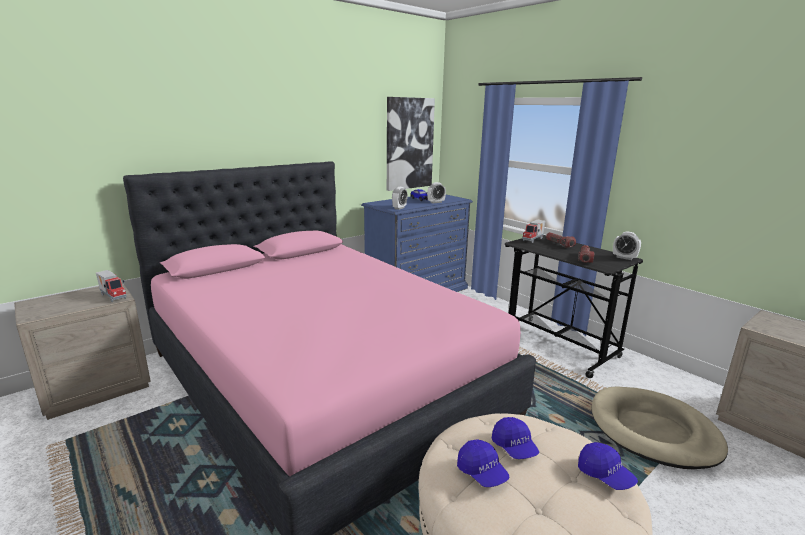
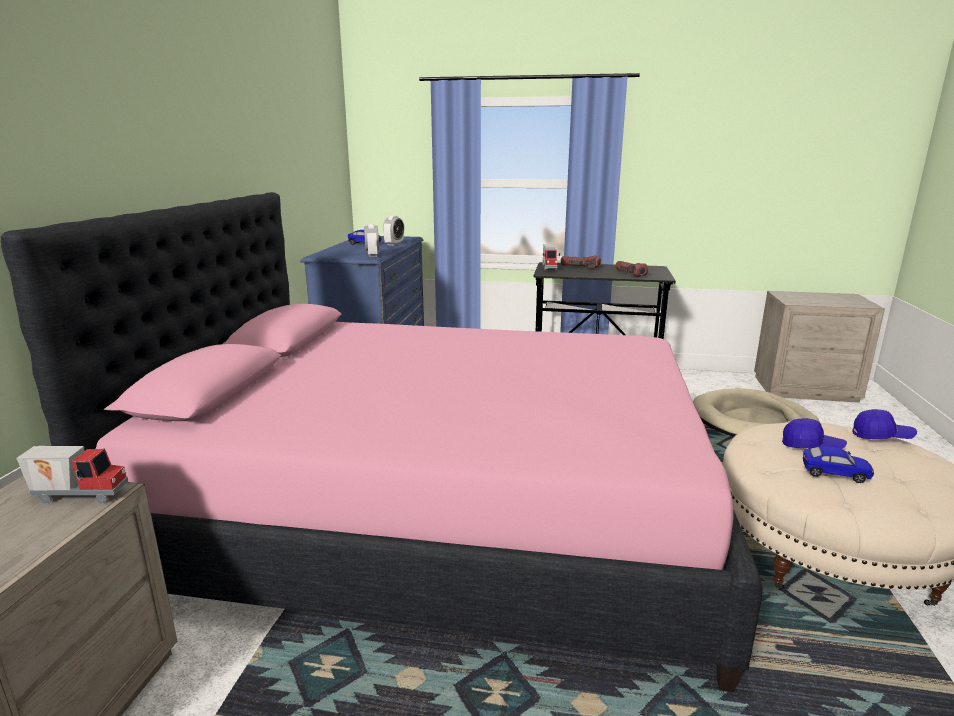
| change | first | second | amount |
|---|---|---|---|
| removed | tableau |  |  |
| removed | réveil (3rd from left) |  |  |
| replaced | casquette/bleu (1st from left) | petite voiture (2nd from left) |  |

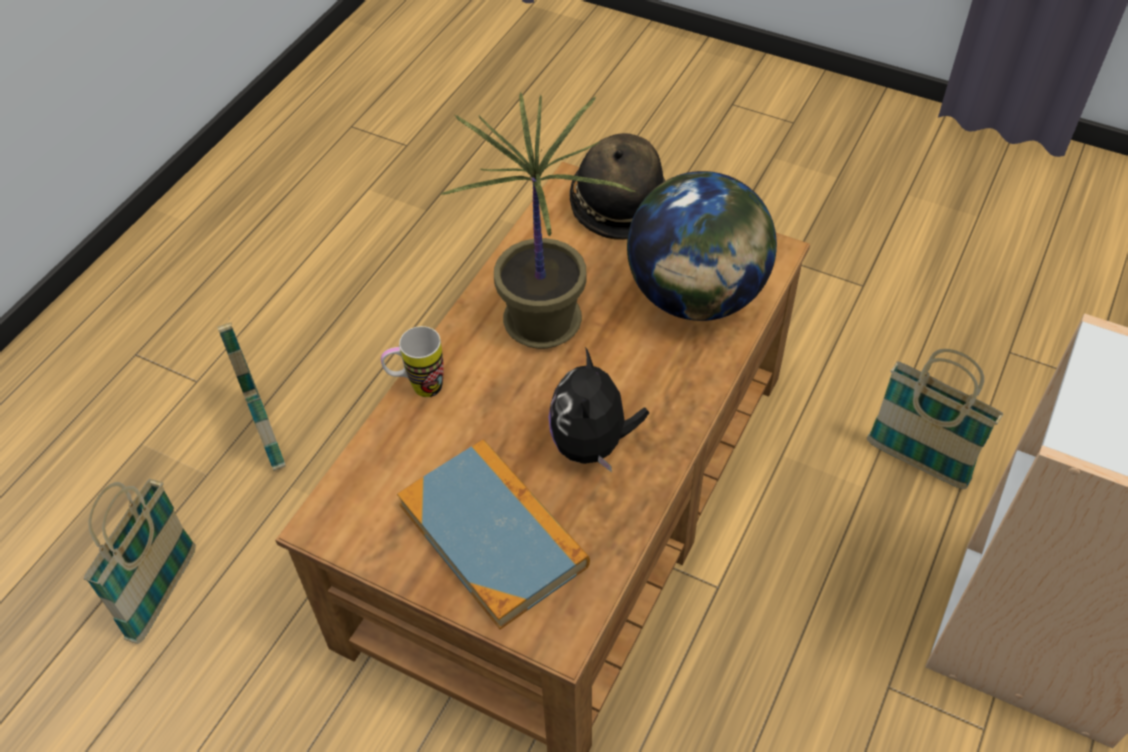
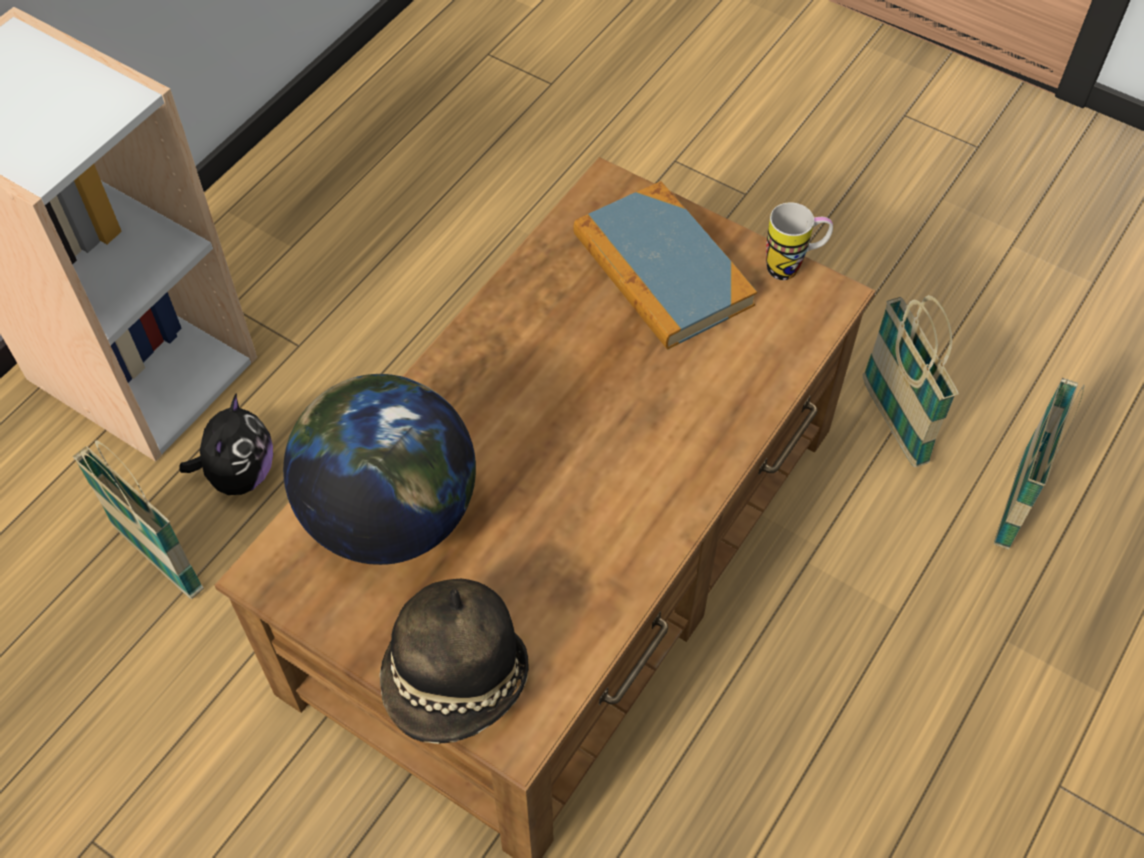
| change | first | second | amount |
|---|---|---|---|
| removed | plante en pot |  |  |
| moved | panier (2nd from left) |  |  |
| moved | mug |  |  |
| moved | peluche |  |  |

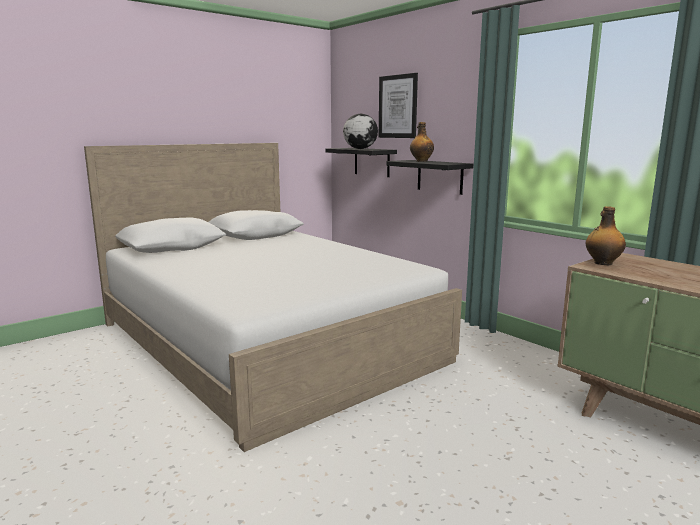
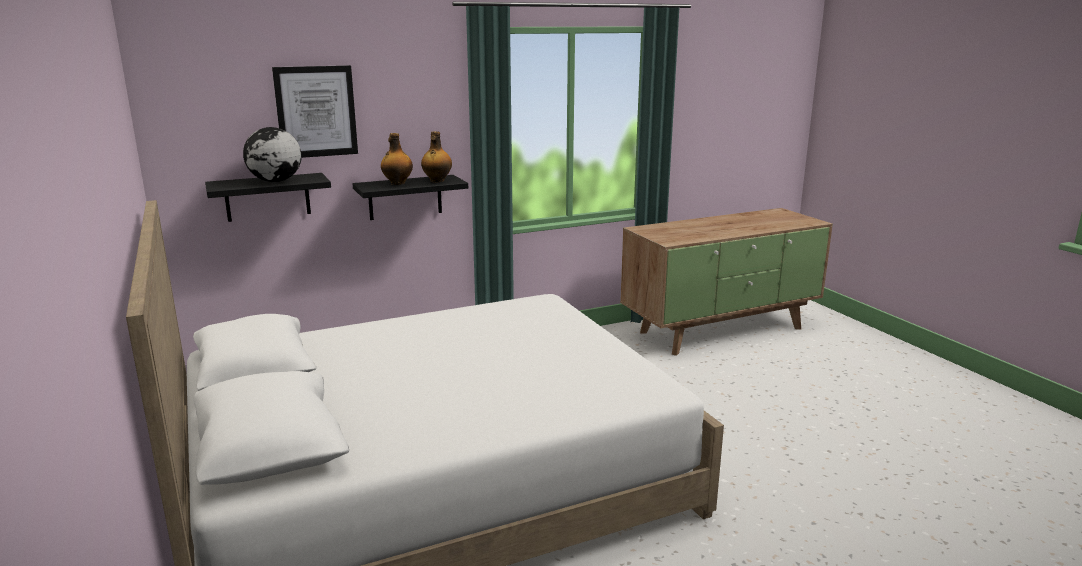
| change | first | second | amount |
|---|---|---|---|
| moved | bouteille (2nd from left) |  |  |

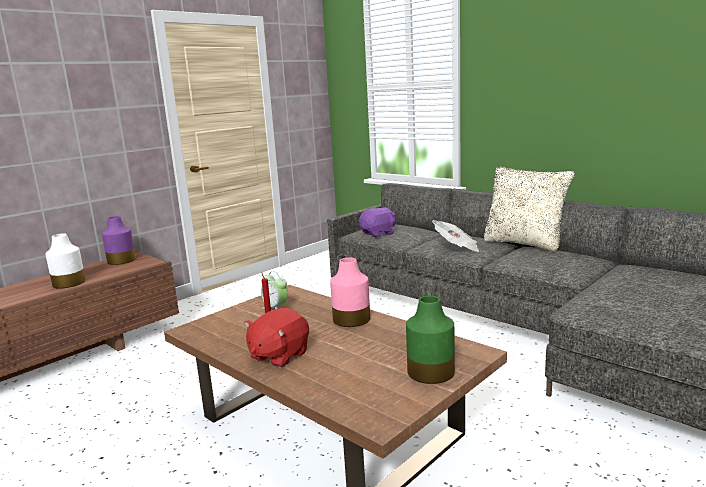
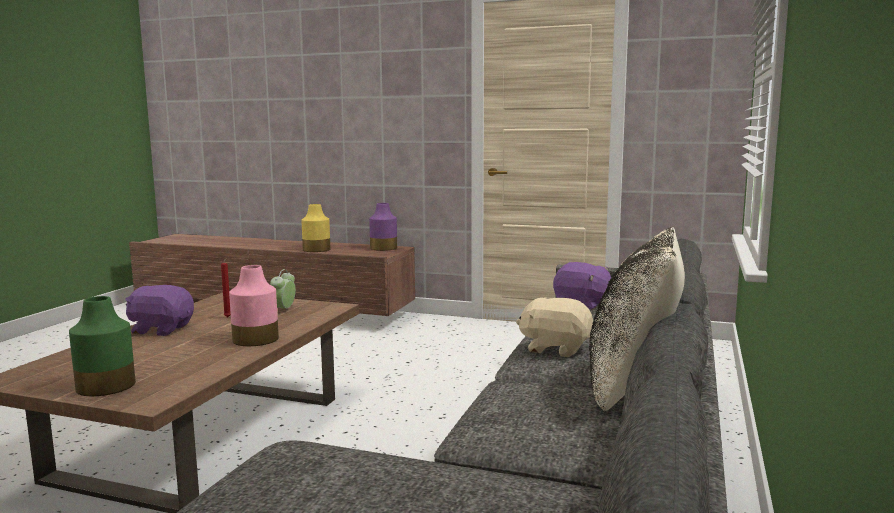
| change | first | second | amount |
|---|---|---|---|
| replaced | journal | peluche/beige |  |
| recoloured | vase/blanc | vase/jaune |  |
| recoloured | peluche/rouge | peluche/violet (1st from left) |  |

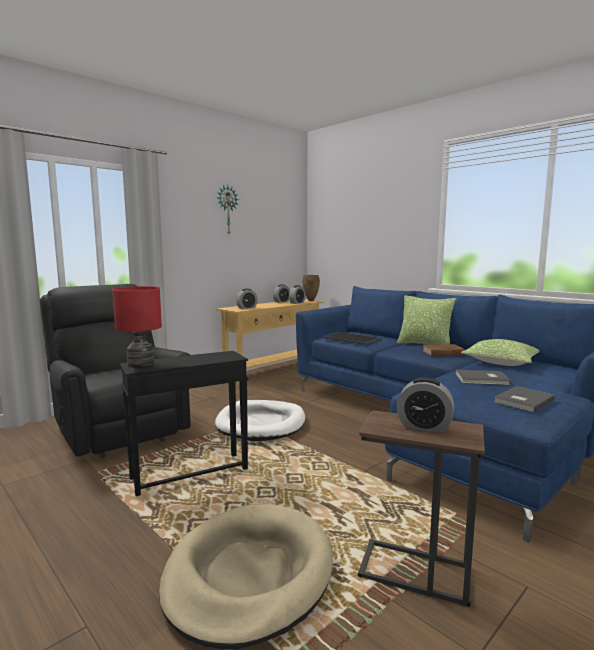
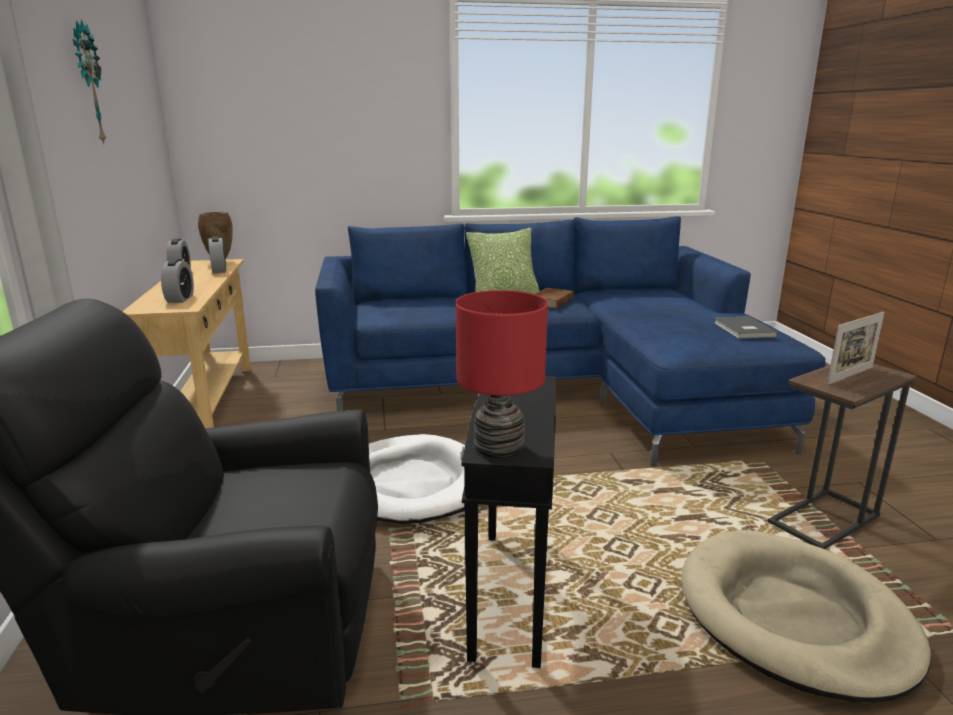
| change | first | second | amount |
|---|---|---|---|
| removed | plateau |  |  |
| removed | livre/gris (1st from left) |  |  |
| removed | coussin (2nd from left) |  |  |
| replaced | réveil (4th from left) | cadre photo |  |

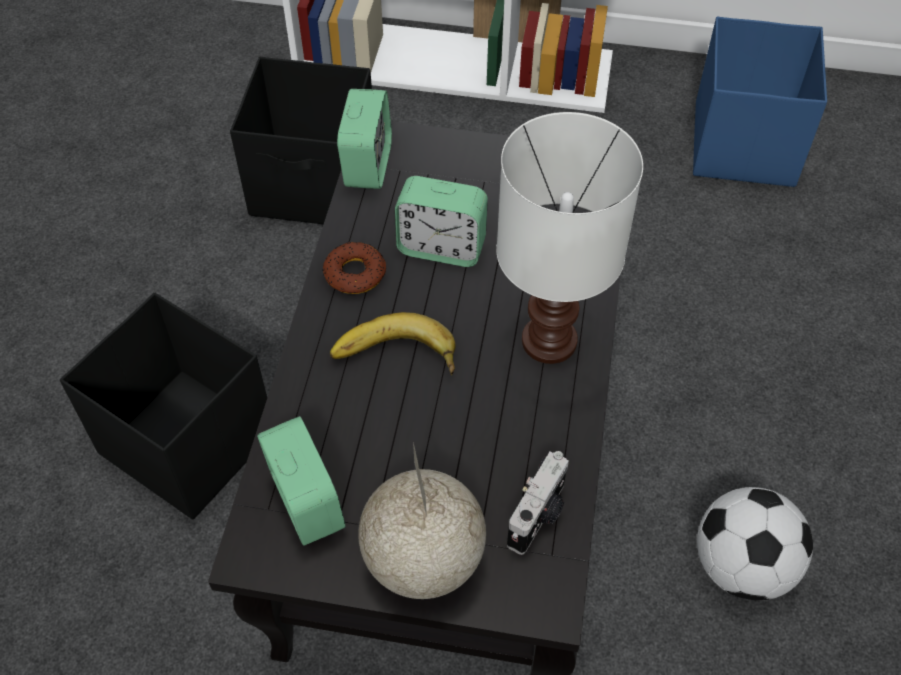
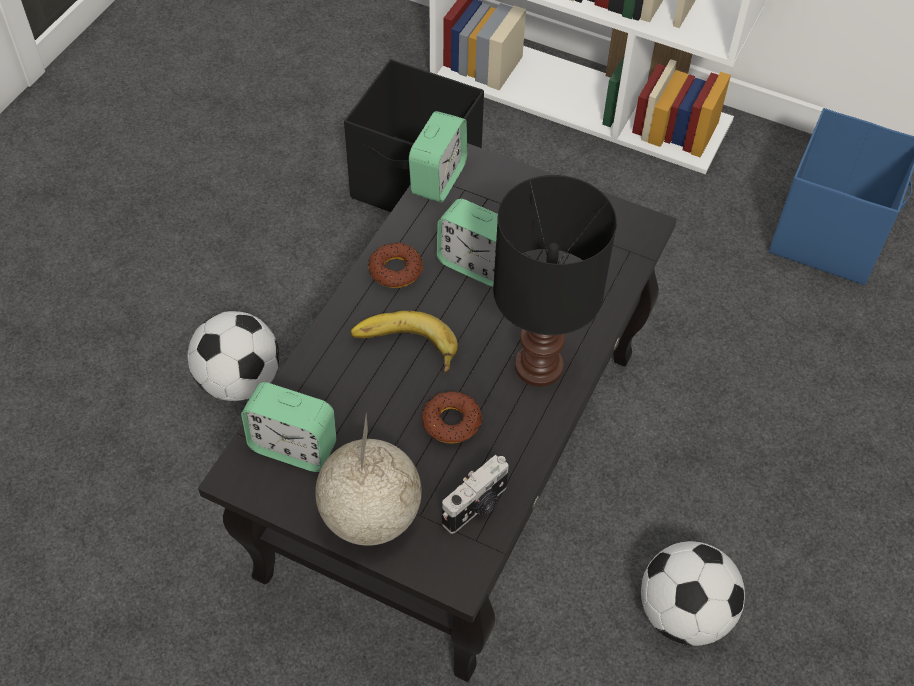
| change | first | second | amount |
|---|---|---|---|
| added |  | beignet (2nd from left) |  |
| replaced | boîte de rangement/noir (1st from left) | ballon de foot (1st from left) |  |
| recoloured | lampe de table/blanc | lampe de table/noir |  |
| turned | réveil (1st from left) |  | 120 degrees clockwise |

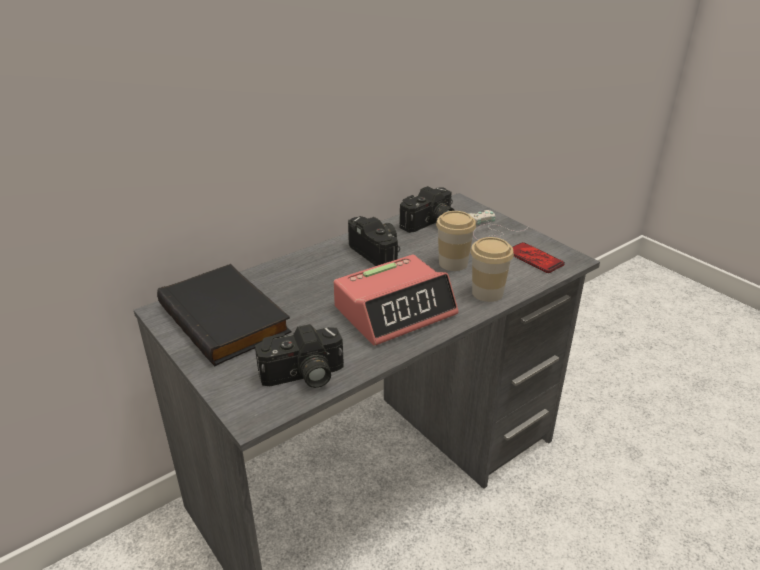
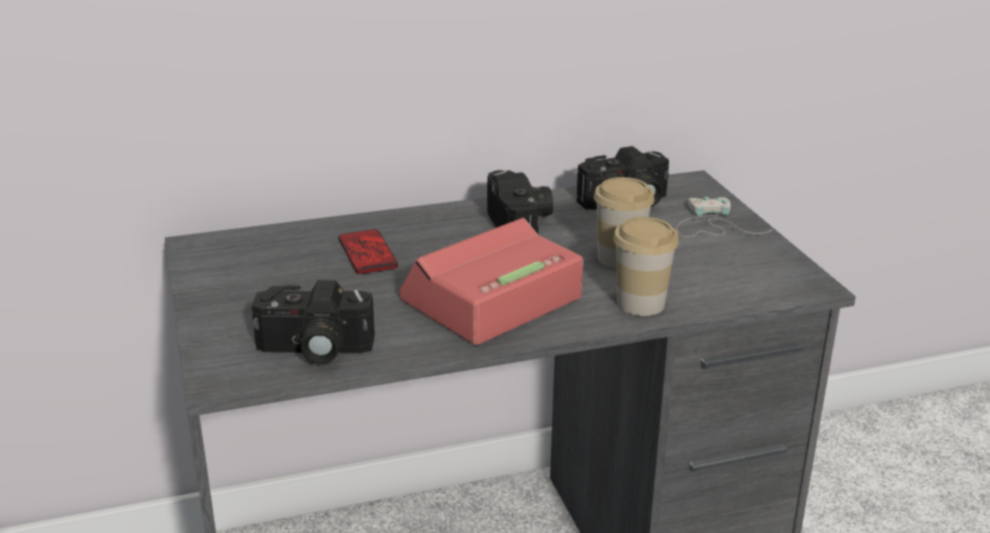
| change | first | second | amount |
|---|---|---|---|
| removed | livre/noir |  |  |
| moved | téléphone |  |  |
| turned | réveil |  | 150 degrees clockwise |

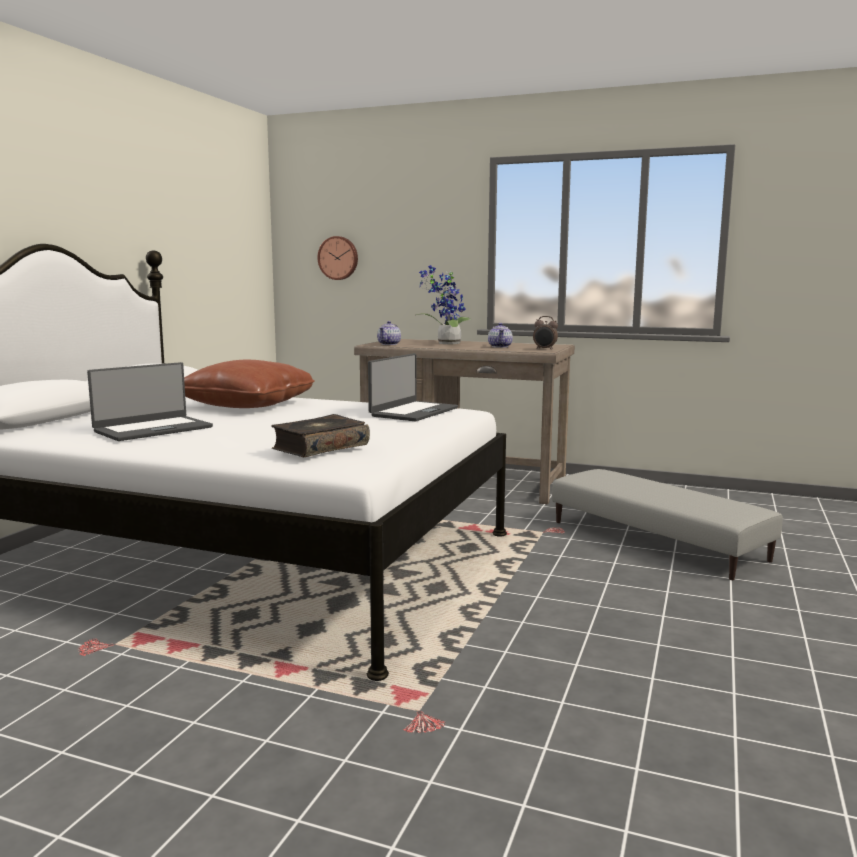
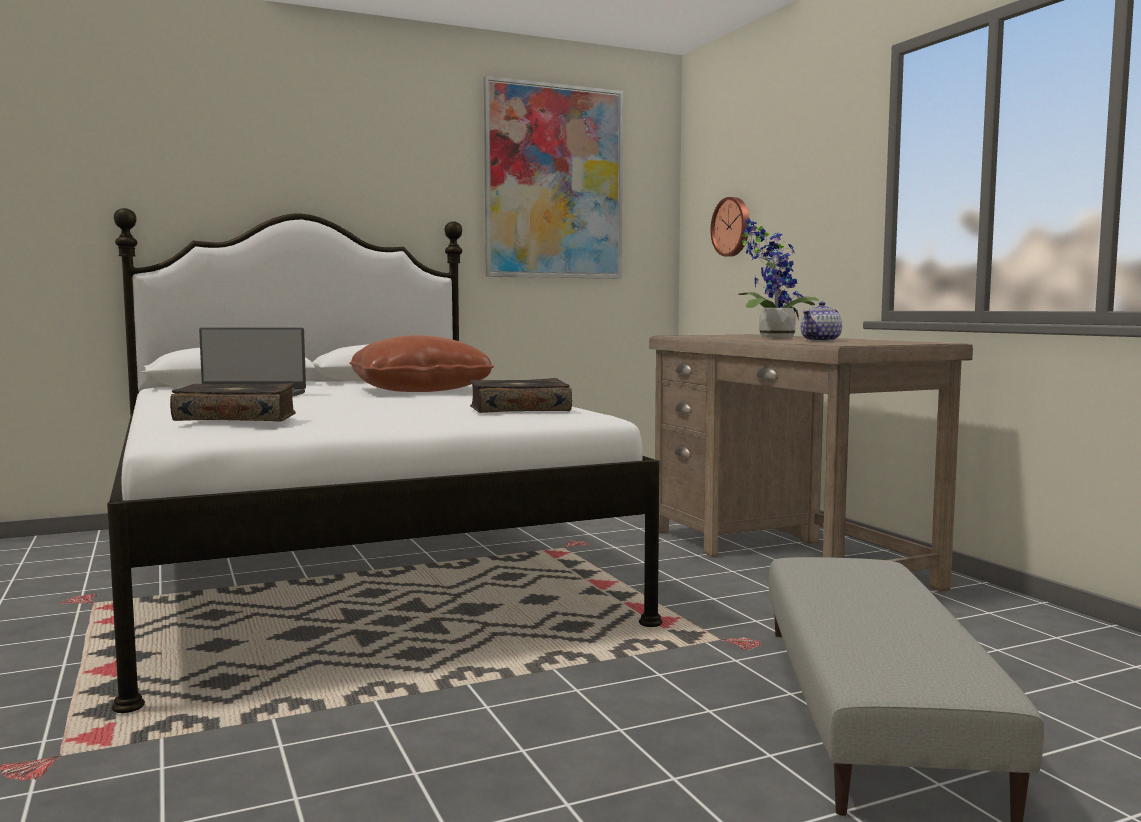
| change | first | second | amount |
|---|---|---|---|
| removed | théière (1st from left) |  |  |
| removed | réveil |  |  |
| added |  | tableau |  |
| replaced | ordinateur portable (2nd from left) | livre (2nd from left) |  |

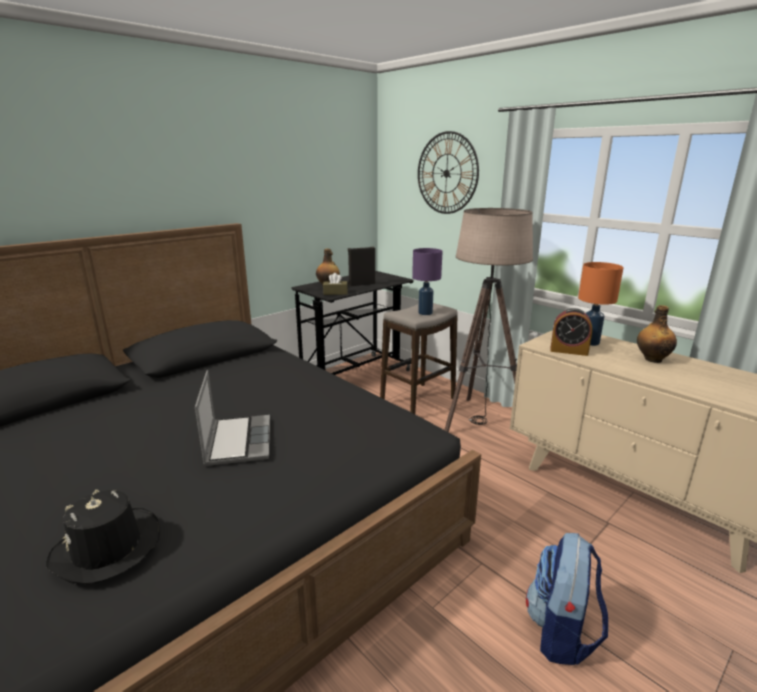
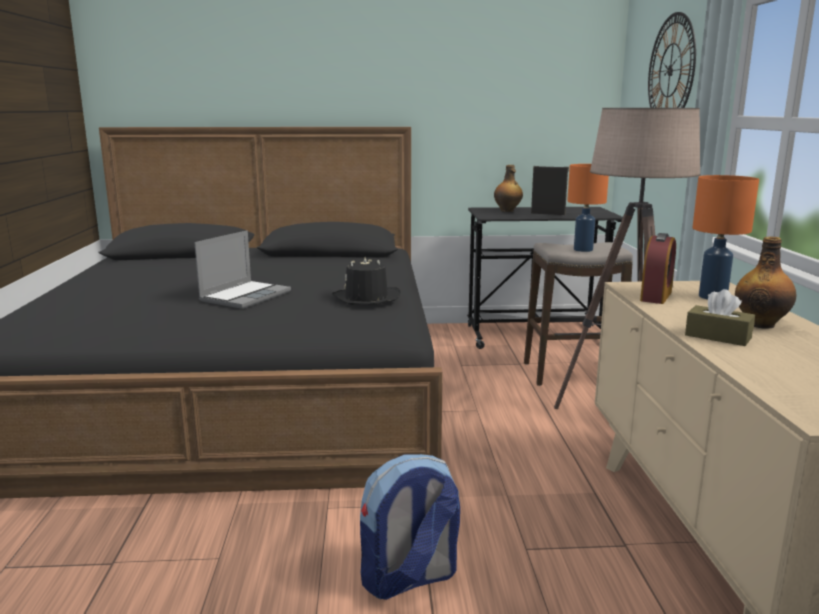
| change | first | second | amount |
|---|---|---|---|
| moved | chapeau/noir |  |  |
| moved | boîte à mouchoirs/marron |  |  |
| recoloured | lampe de table/violet | lampe de table/orange (1st from left) |  |
| turned | réveil |  | 120 degrees counterclockwise |

